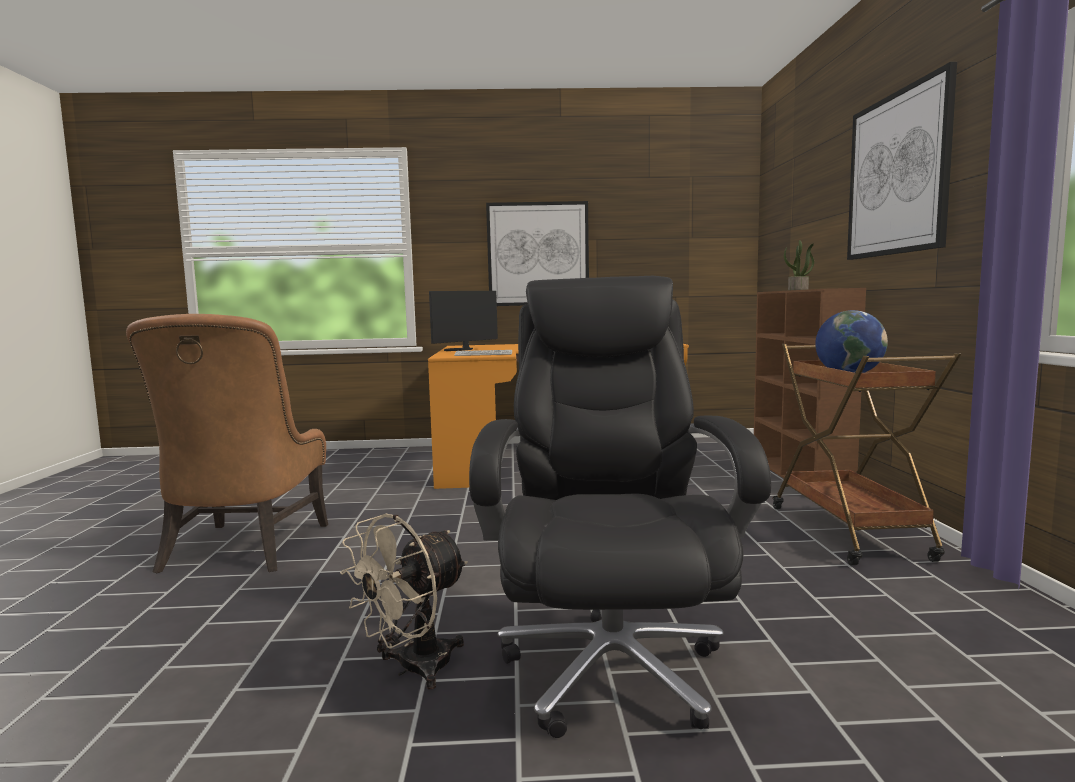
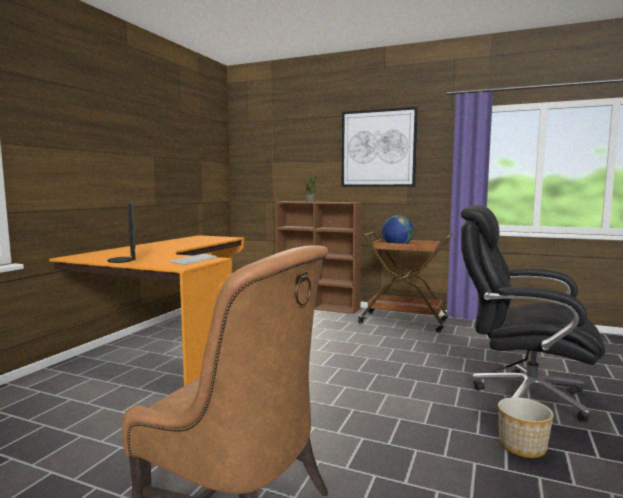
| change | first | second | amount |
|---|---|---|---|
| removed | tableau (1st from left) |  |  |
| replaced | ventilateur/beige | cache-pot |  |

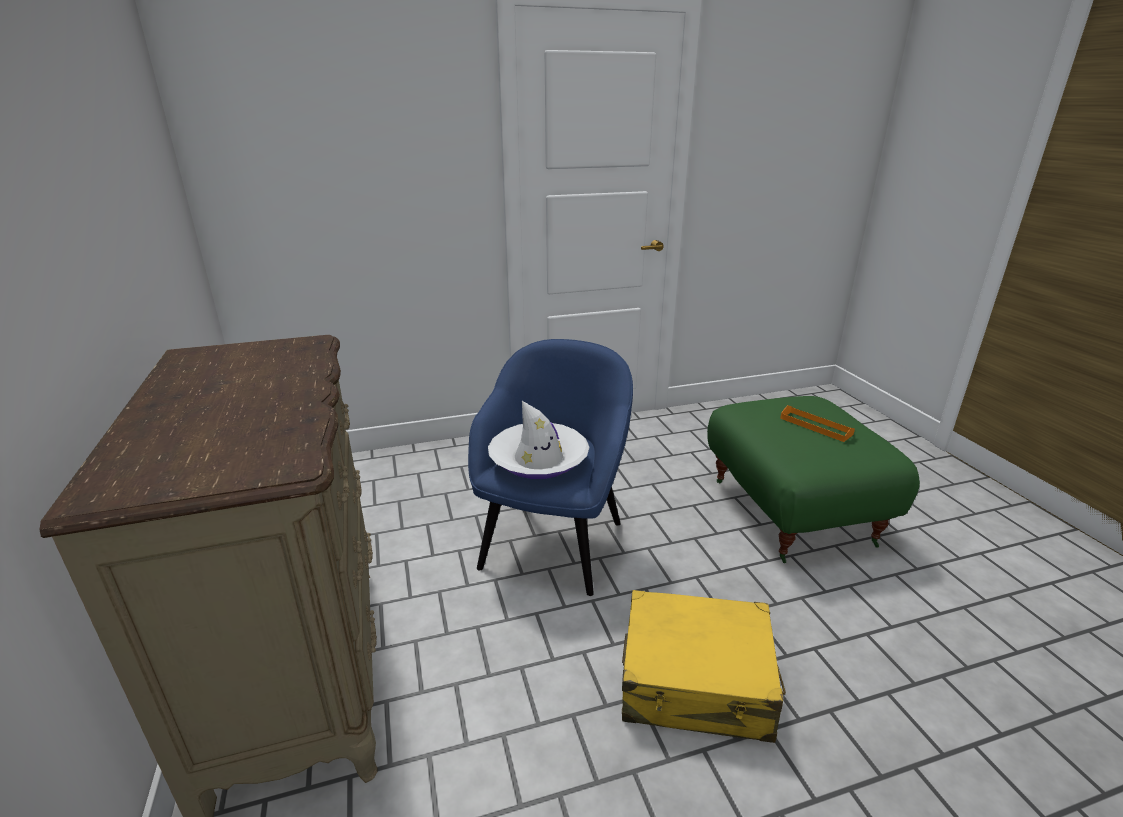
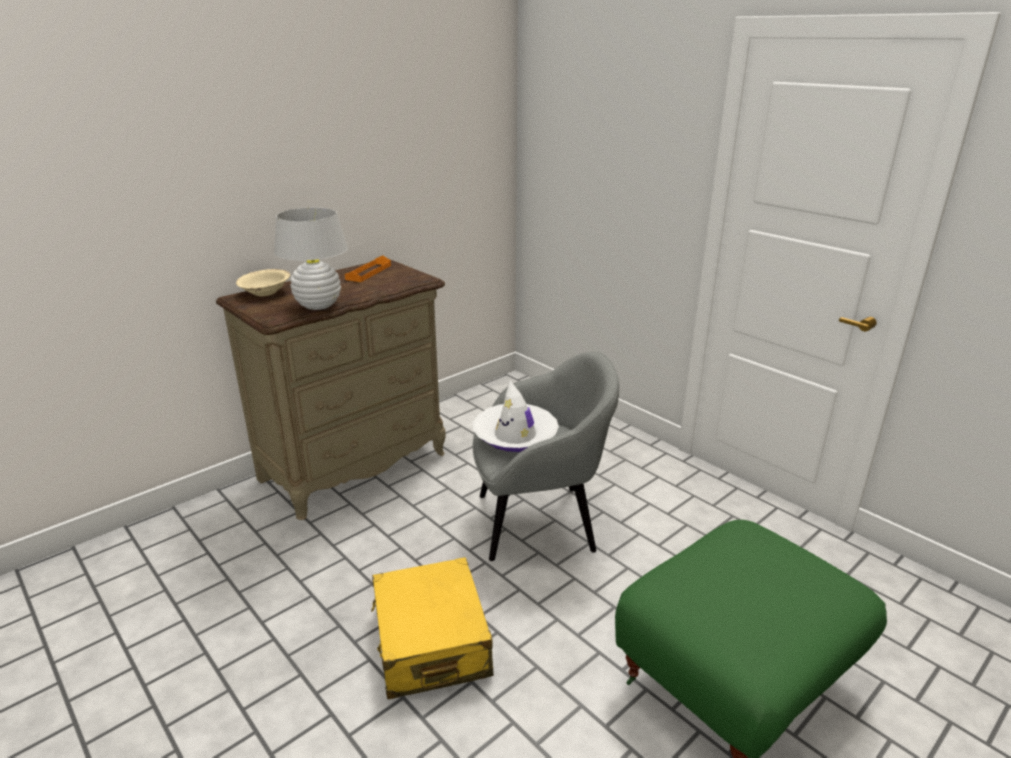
| change | first | second | amount |
|---|---|---|---|
| added |  | bol/beige |  |
| added |  | lampe de table/blanc |  |
| moved | plateau/orange |  |  |
| recoloured | fauteuil/bleu | fauteuil/gris |  |

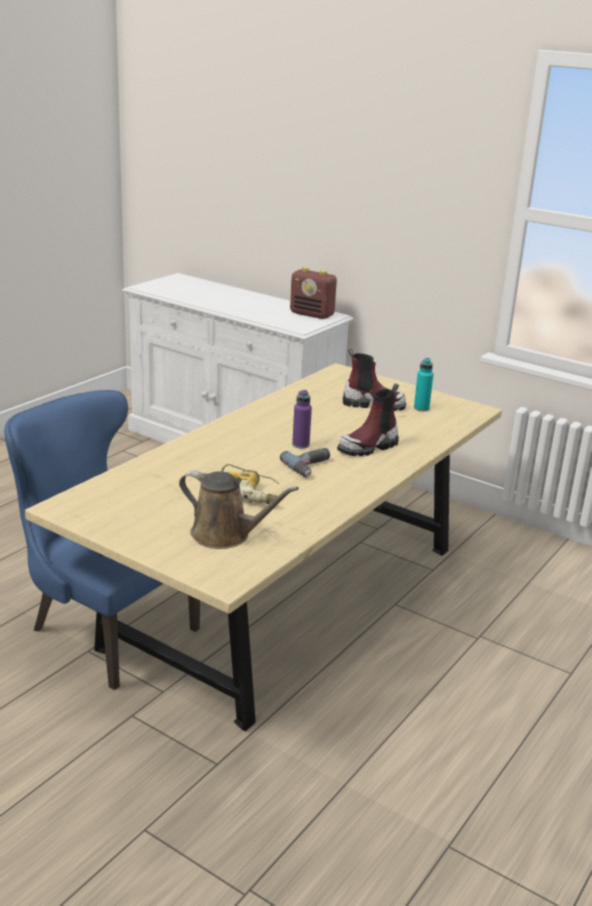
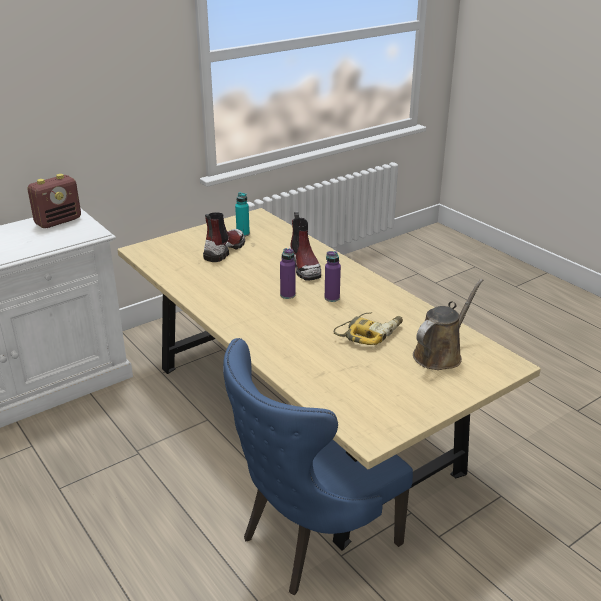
| change | first | second | amount |
|---|---|---|---|
| replaced | perceuse (2nd from left) | bouteille/violet (2nd from left) |  |

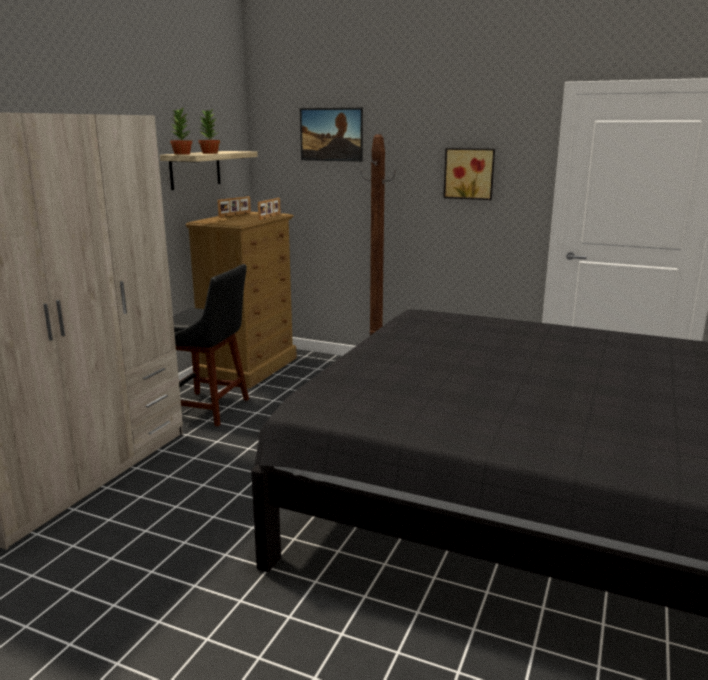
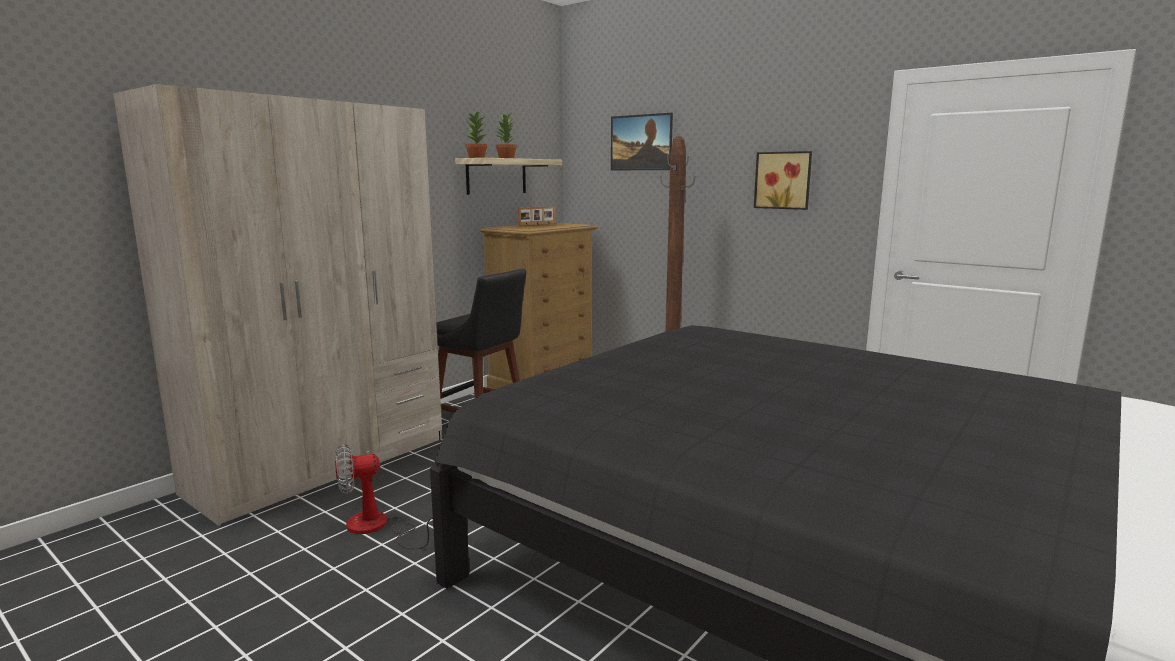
| change | first | second | amount |
|---|---|---|---|
| removed | cadre photo (2nd from left) |  |  |
| added |  | ventilateur |  |

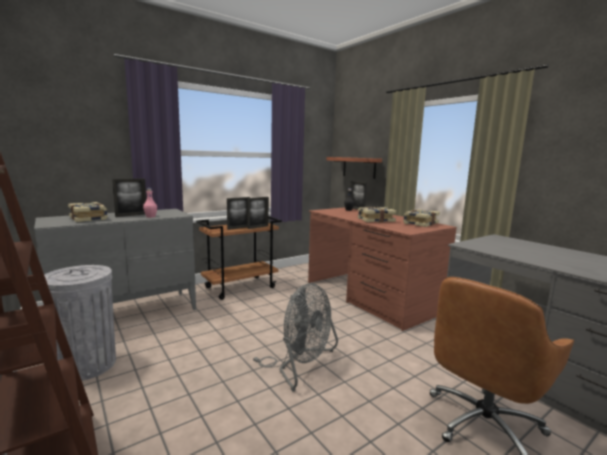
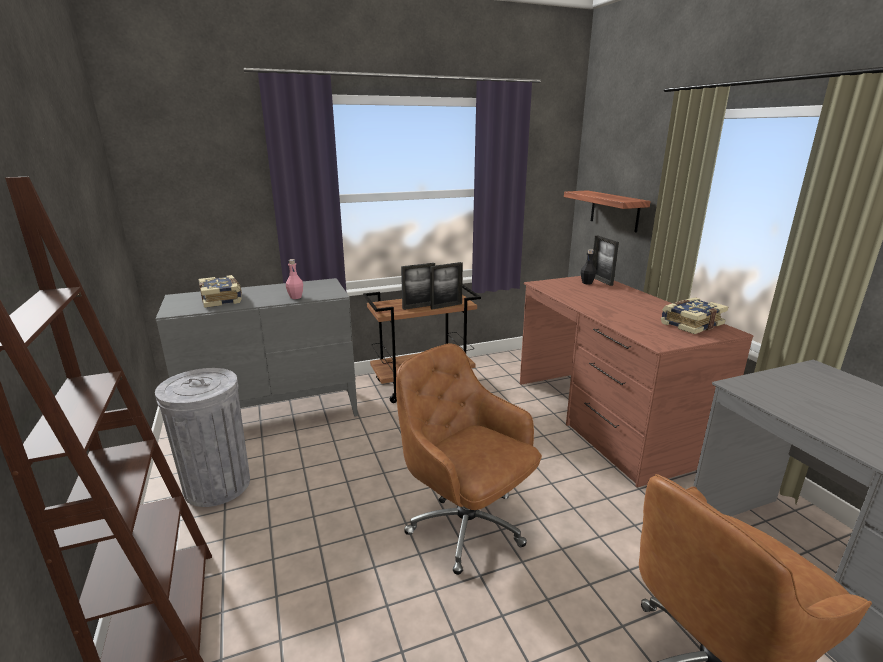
| change | first | second | amount |
|---|---|---|---|
| removed | cadre photo (1st from left) |  |  |
| removed | livre (2nd from left) |  |  |
| replaced | ventilateur/gris | chaise de bureau/marron (1st from left) |  |

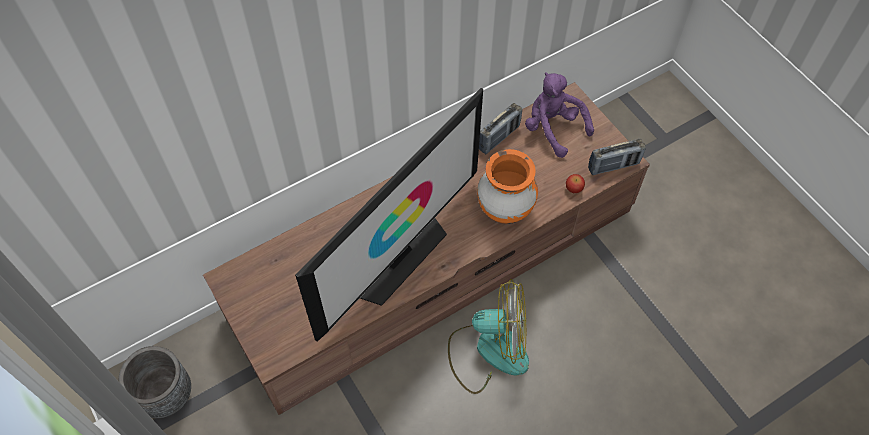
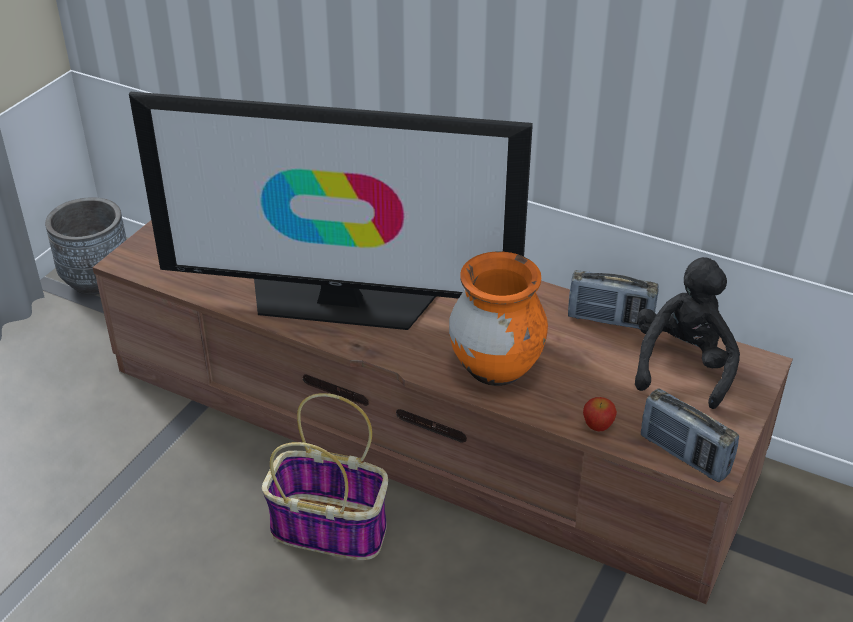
| change | first | second | amount |
|---|---|---|---|
| replaced | ventilateur | panier |  |
| recoloured | peluche/violet | peluche/noir |  |

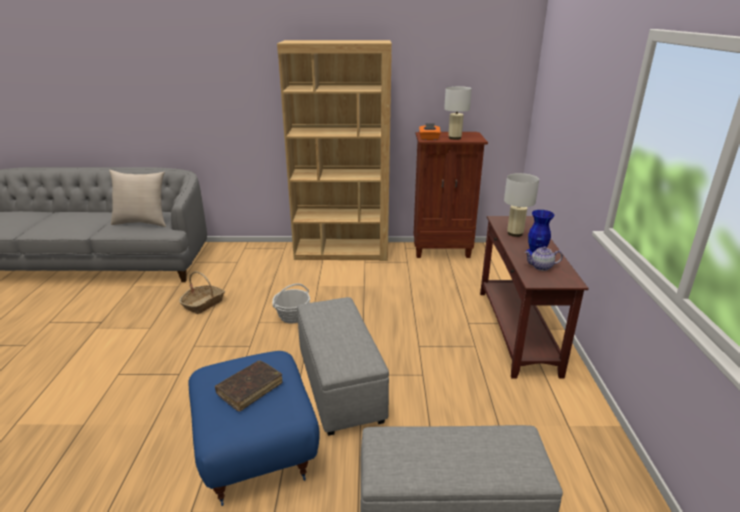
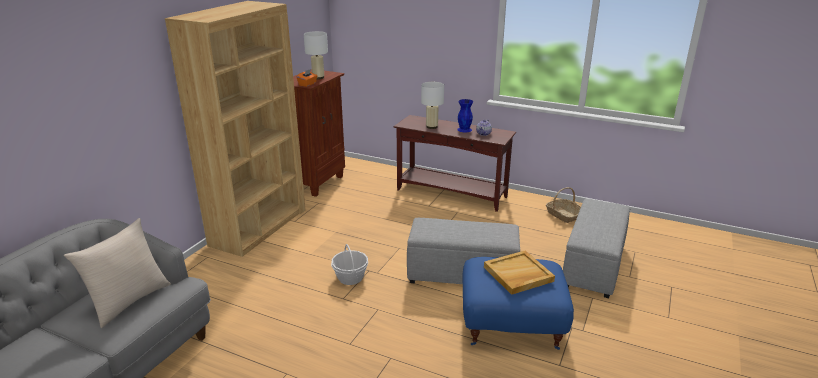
| change | first | second | amount |
|---|---|---|---|
| moved | panier (1st from left in the first image) | panier (2nd from left) |  |
| replaced | livre/marron | plateau/beige |  |

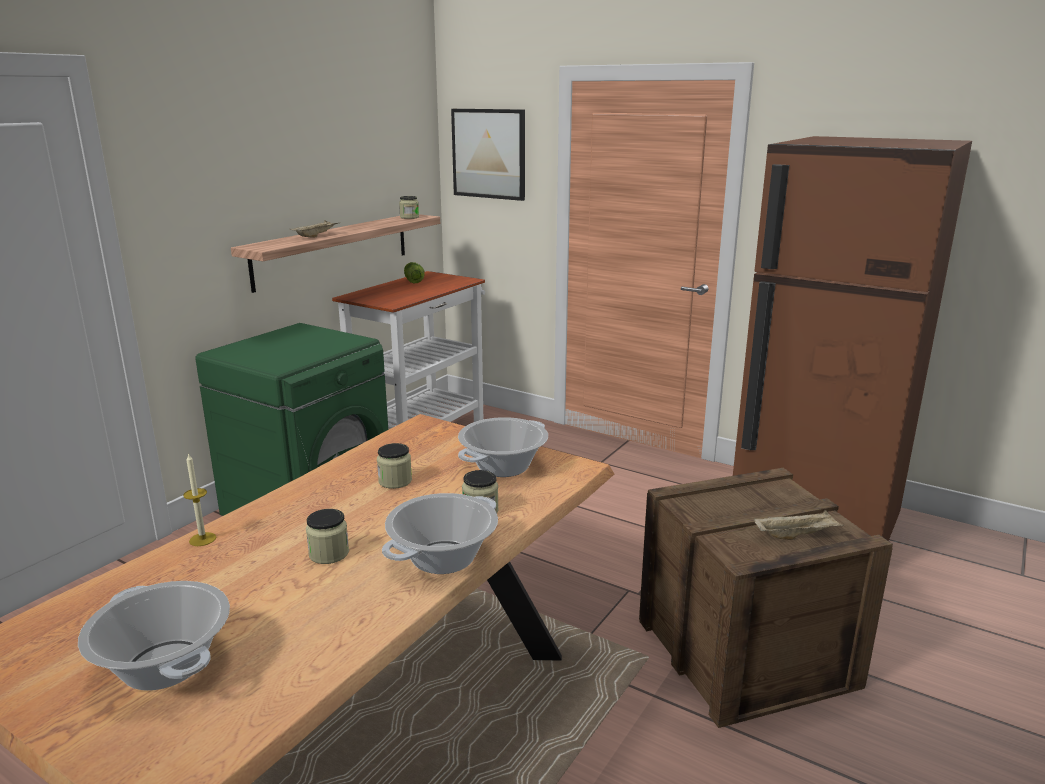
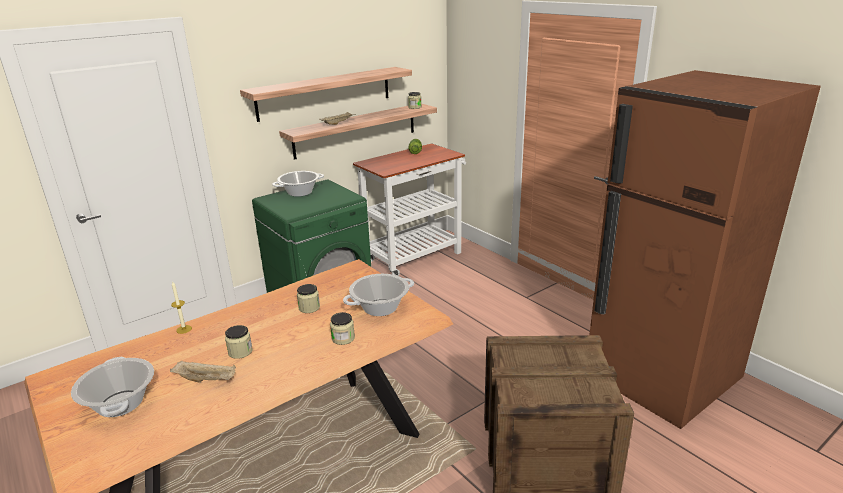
| change | first | second | amount |
|---|---|---|---|
| removed | tableau |  |  |
| added |  | étagère (1st from left) |  |
| moved | marmite (2nd from left) |  |  |
| moved | plateau/beige (2nd from left in the first image) | plateau/beige (1st from left) |  |

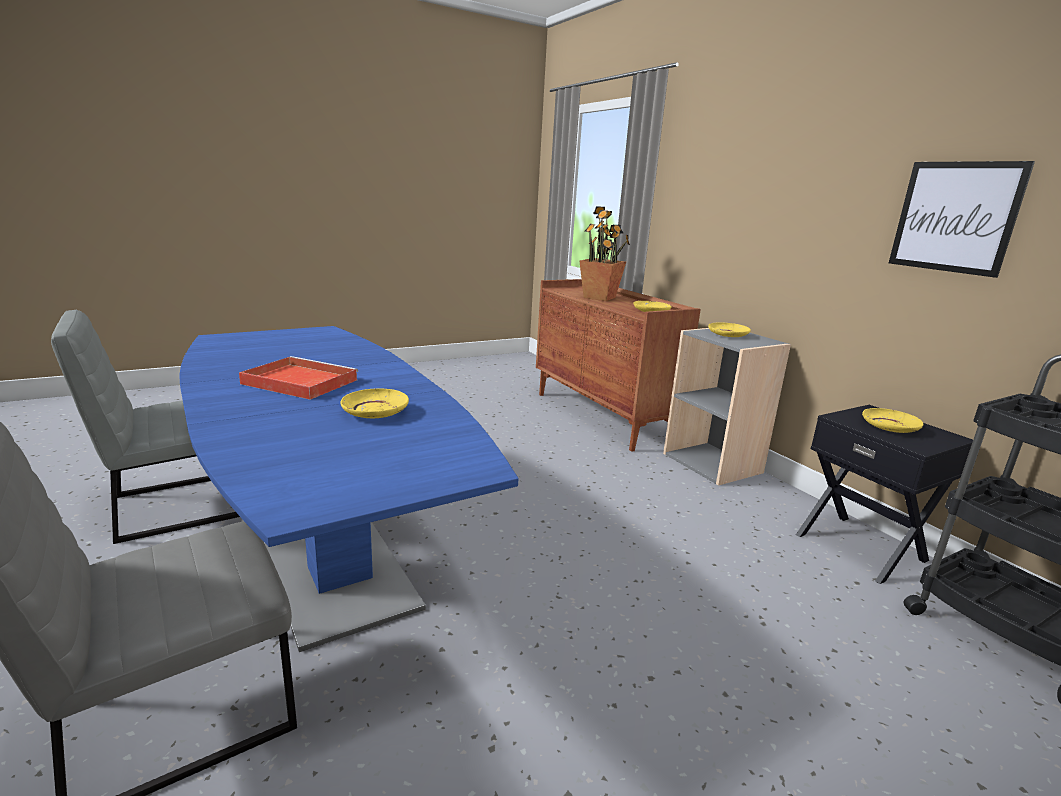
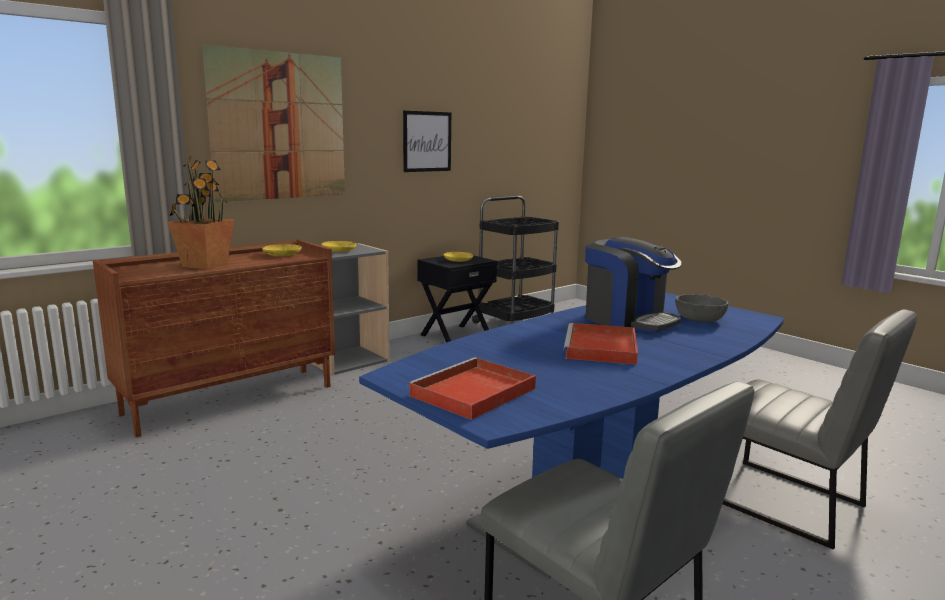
| change | first | second | amount |
|---|---|---|---|
| added |  | tableau (1st from left) |  |
| added |  | plateau/rouge (1st from left) |  |
| added |  | bol/gris |  |
| replaced | assiette/jaune (1st from left) | machine à café |  |

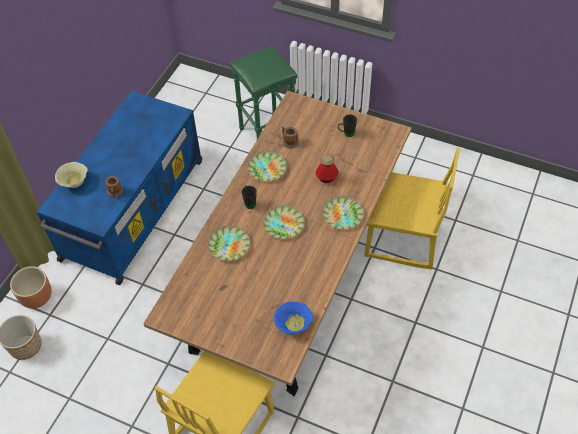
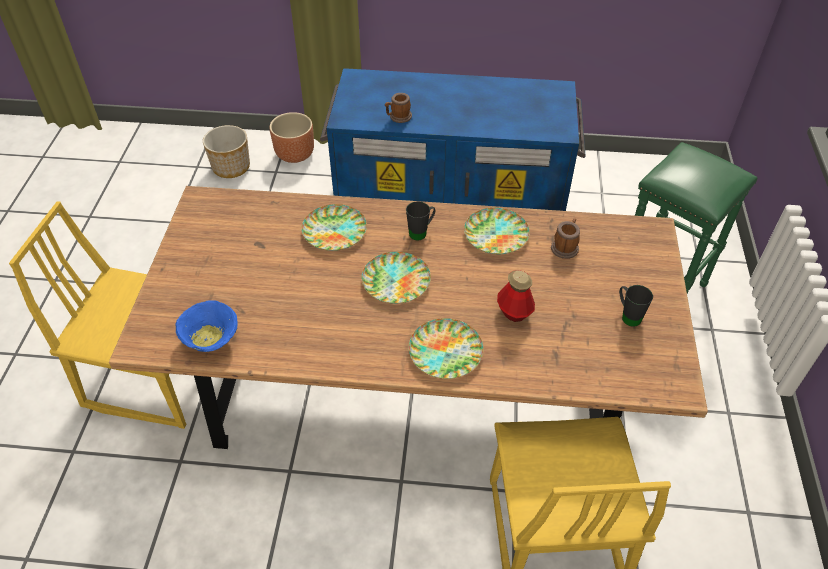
| change | first | second | amount |
|---|---|---|---|
| removed | bol/beige |  |  |

